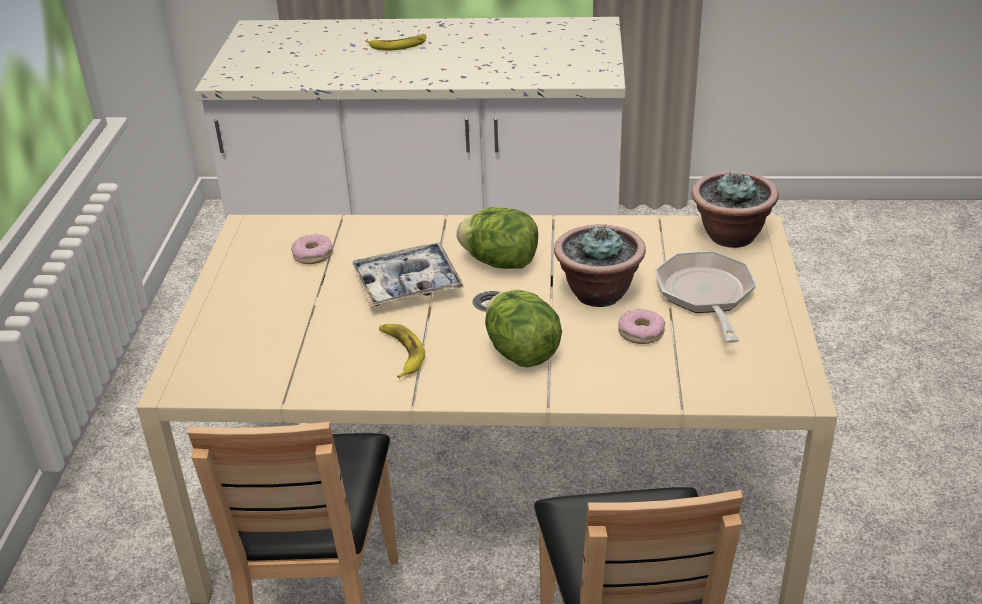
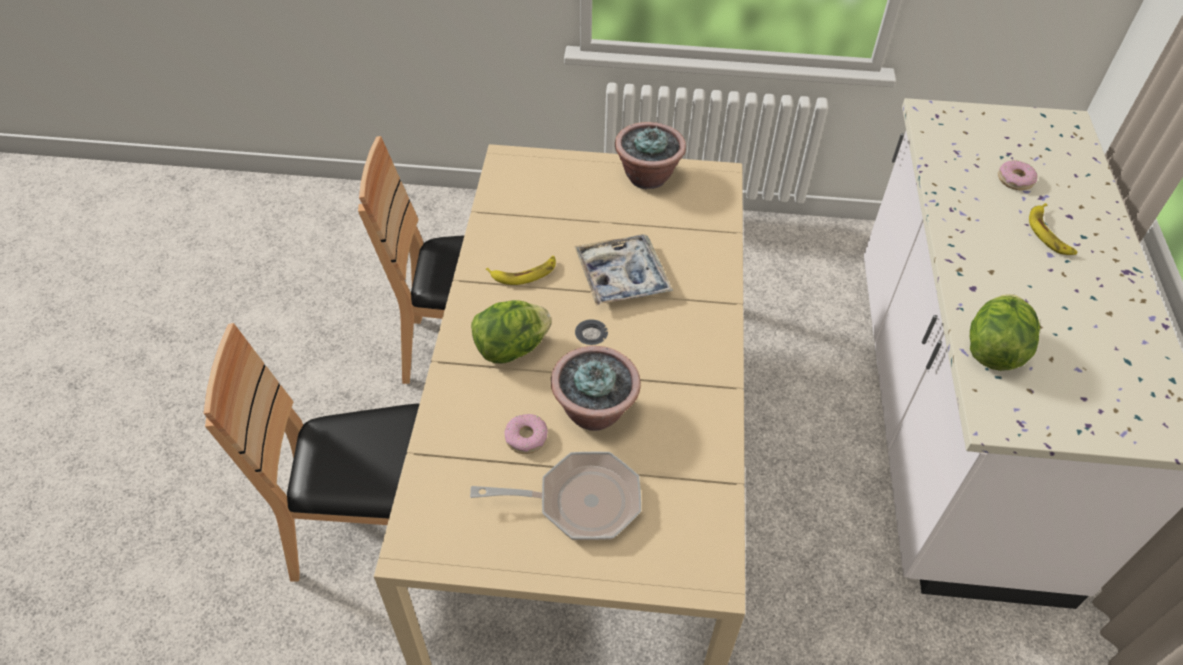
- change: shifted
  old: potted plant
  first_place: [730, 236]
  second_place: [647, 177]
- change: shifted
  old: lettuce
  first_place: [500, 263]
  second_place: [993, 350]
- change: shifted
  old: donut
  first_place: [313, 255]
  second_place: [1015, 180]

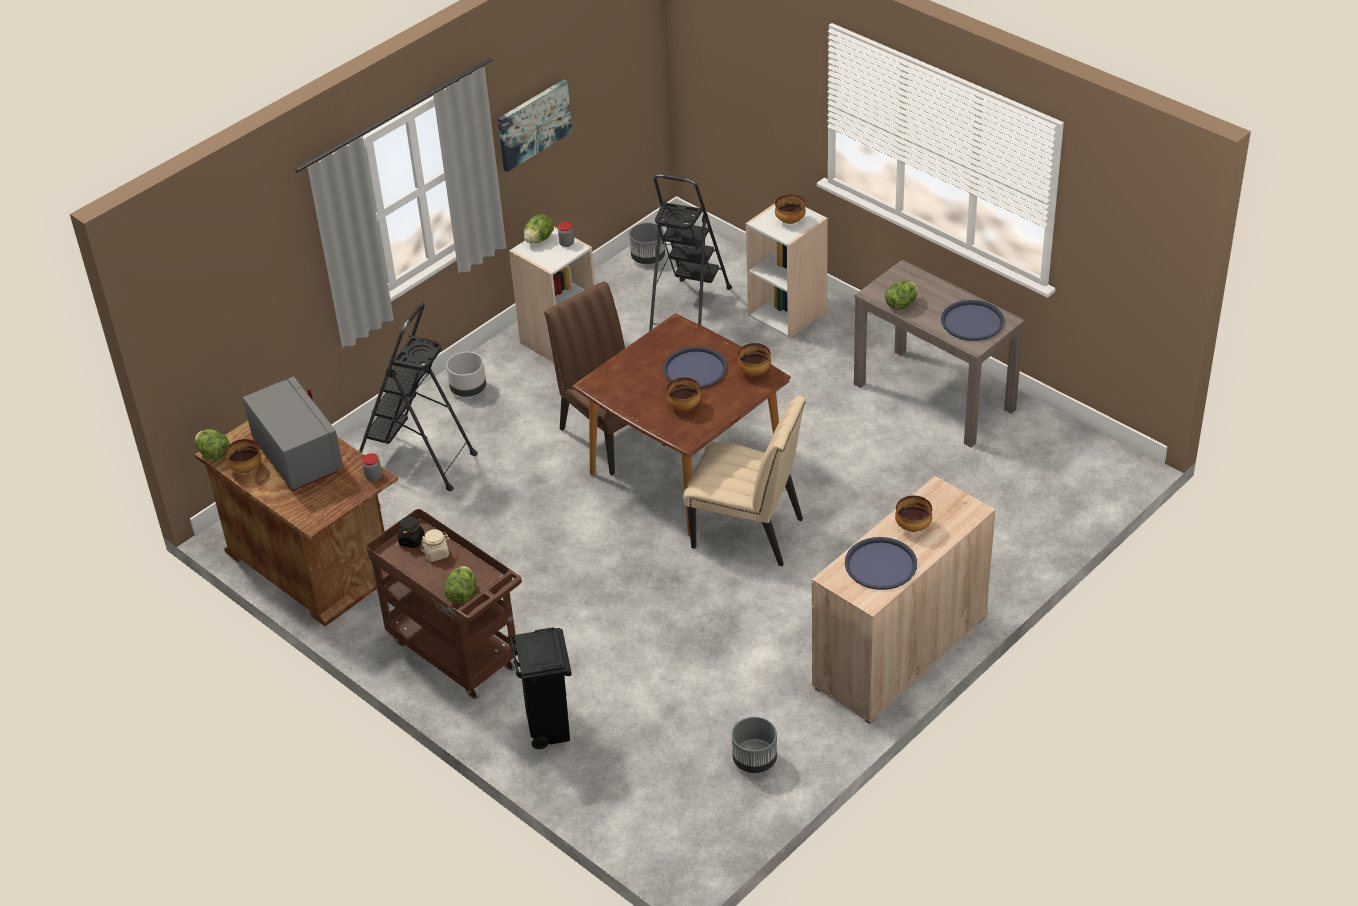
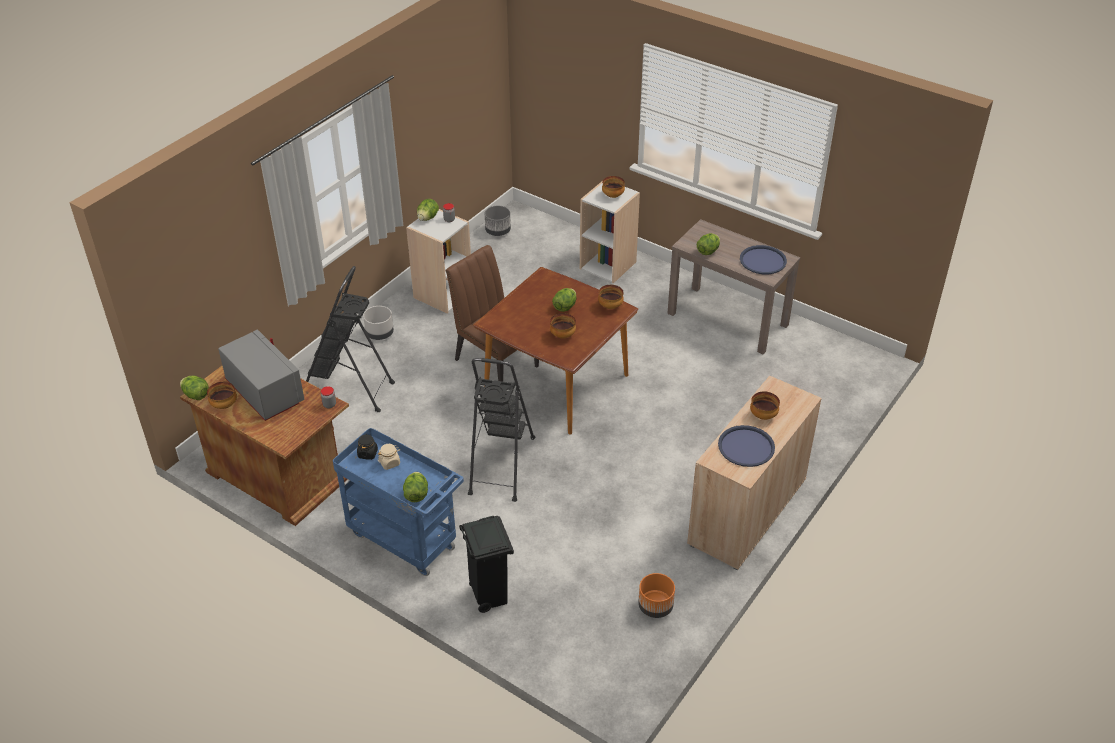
- change: repainted
  old: brown cart
  new: blue cart
  first_place: [458, 659]
  second_place: [406, 544]
- change: shifted
  old: step ladder
  first_place: [689, 313]
  second_place: [501, 465]
- change: swapped
  old: blue tray
  new: lettuce
  first_place: [695, 369]
  second_place: [565, 307]
- change: repainted
  old: grey planter
  new: orange planter
  first_place: [754, 760]
  second_place: [655, 607]
- change: gone
  old: picture
  first_place: [533, 124]
- change: gone
  old: beige chair
  first_place: [746, 533]

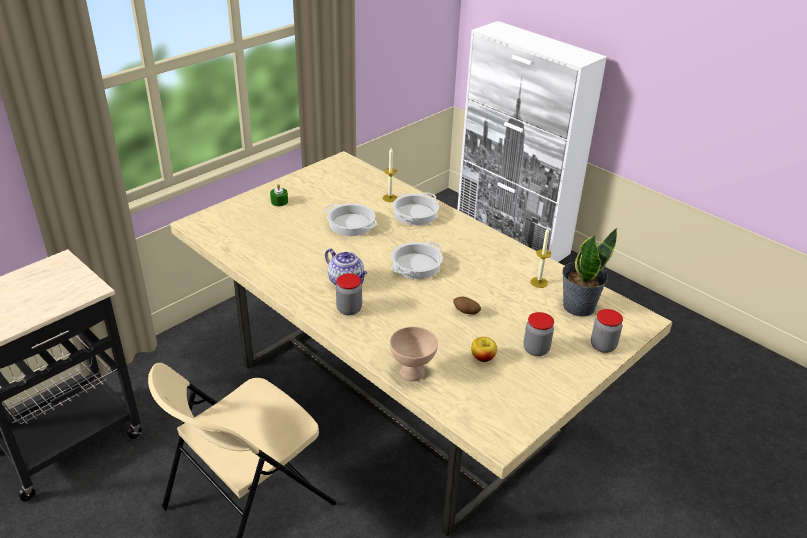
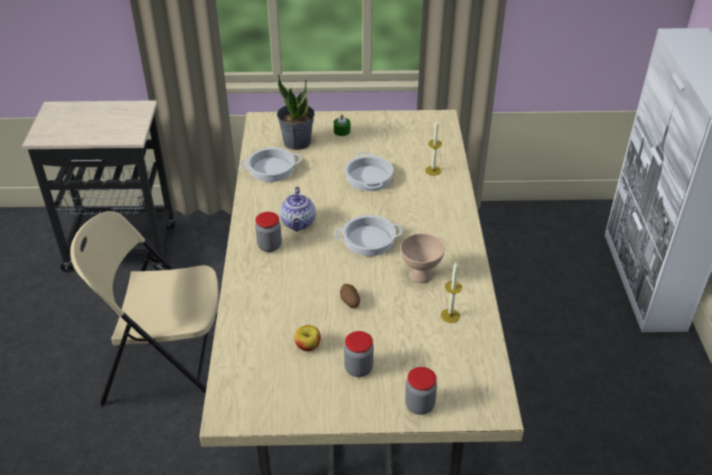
- change: shifted
  old: cooking pot
  first_place: [415, 214]
  second_place: [271, 169]
- change: shifted
  old: potted plant
  first_place: [578, 306]
  second_place: [297, 142]
- change: shifted
  old: beige bowl
  first_place: [411, 373]
  second_place: [419, 275]

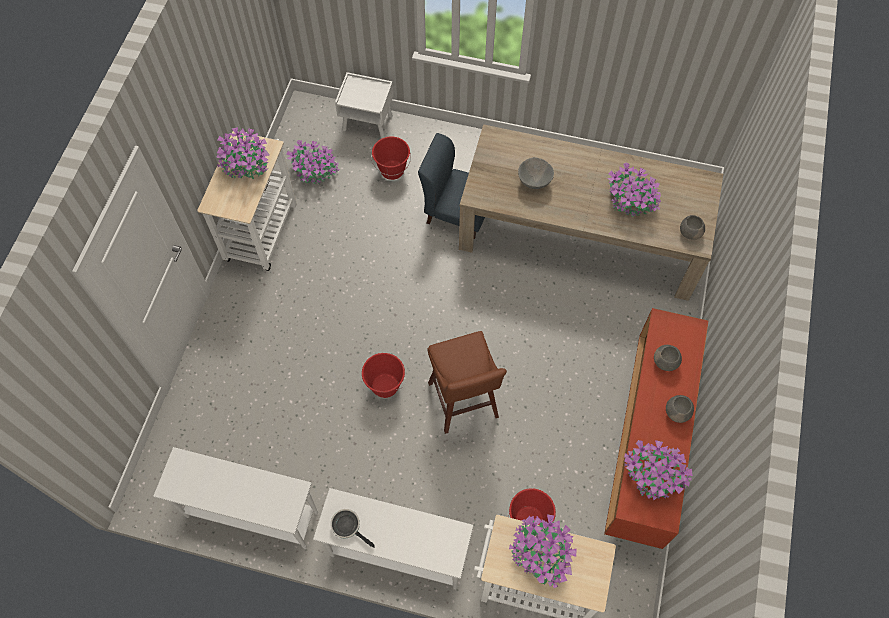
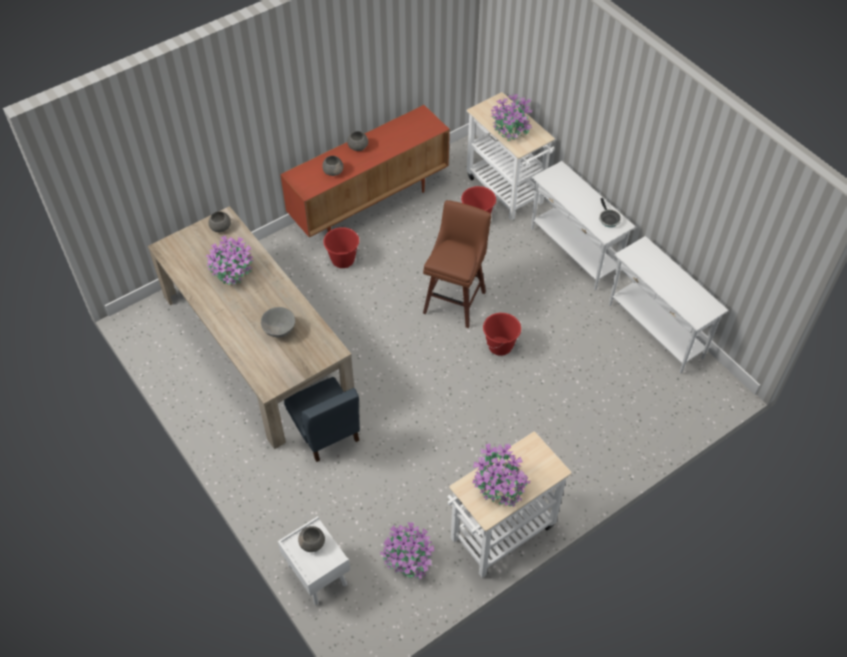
- change: new
  new: grey bowl
  second_place: [312, 543]
- change: shifted
  old: red bucket
  first_place: [392, 170]
  second_place: [343, 260]
- change: gone
  old: potted plant
  first_place: [653, 475]

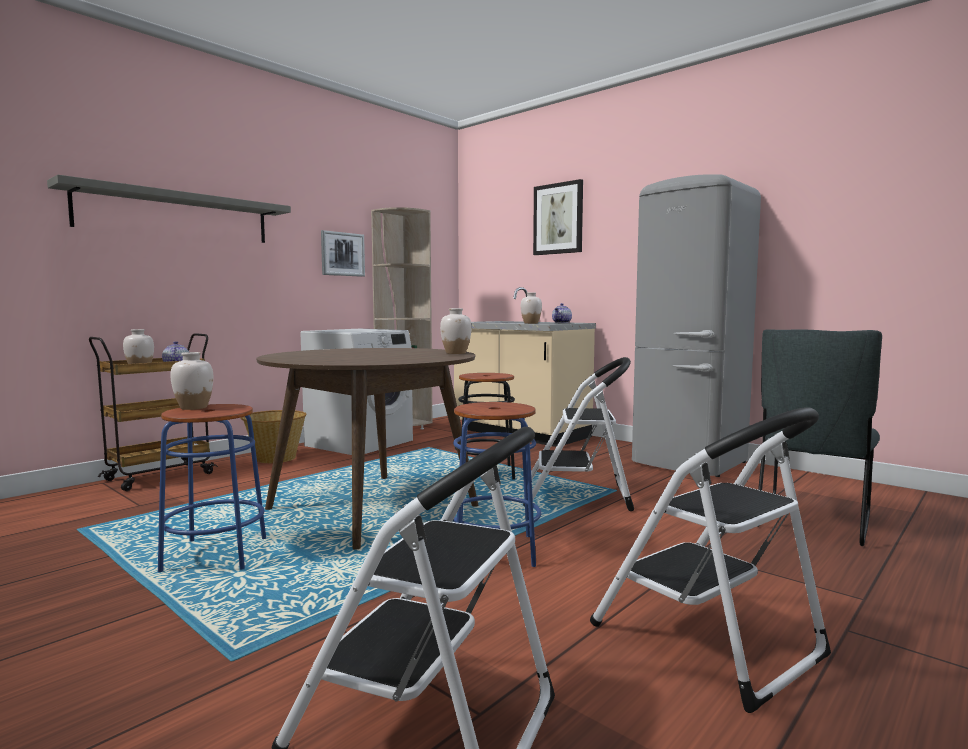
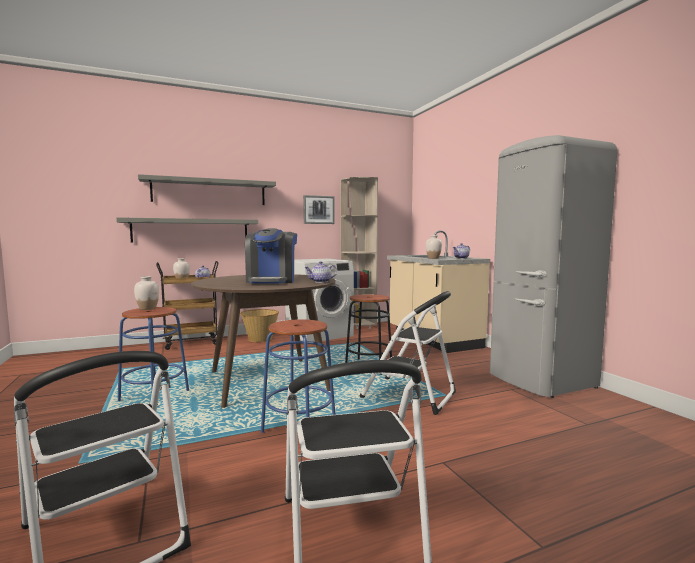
- change: new
  new: grey shelf
  second_place: [191, 230]
- change: new
  new: coffee machine
  second_place: [271, 281]
- change: swapped
  old: white vase
  new: teapot
  first_place: [456, 353]
  second_place: [321, 282]
- change: gone
  old: picture
  first_place: [558, 219]
- change: gone
  old: grey chair
  first_place: [812, 522]

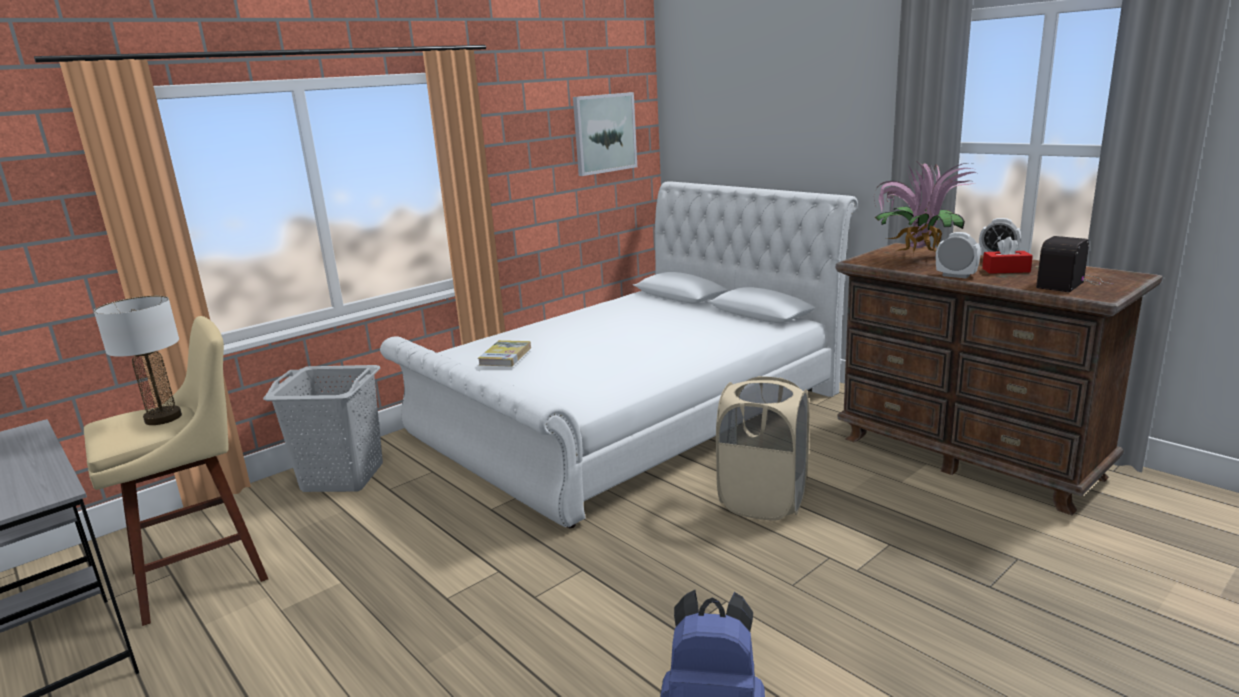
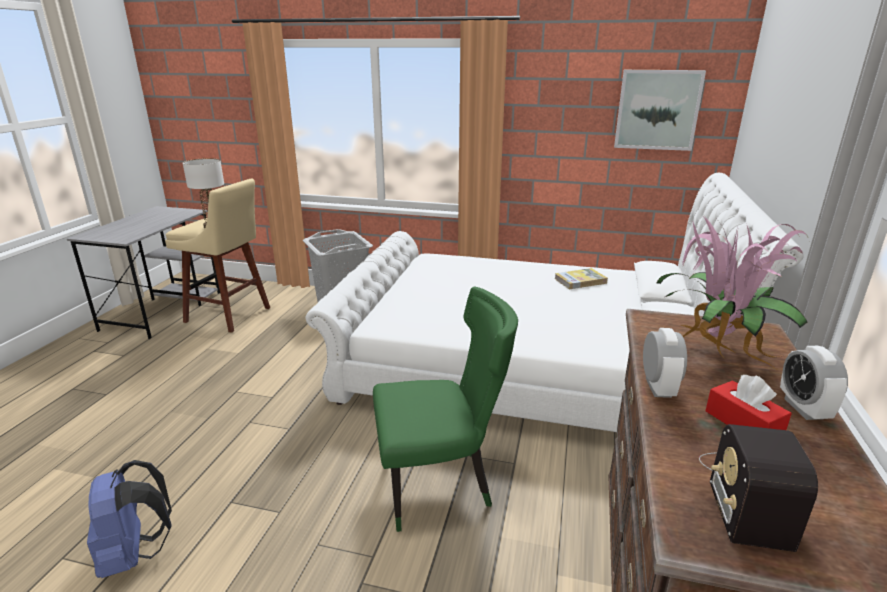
- change: swapped
  old: beige laundry basket
  new: green chair
  first_place: [763, 501]
  second_place: [441, 484]
- change: shifted
  old: book
  first_place: [505, 356]
  second_place: [580, 281]
- change: rotated
  old: radio
  first_place: [1069, 282]
  second_place: [747, 493]
  degrees: -90

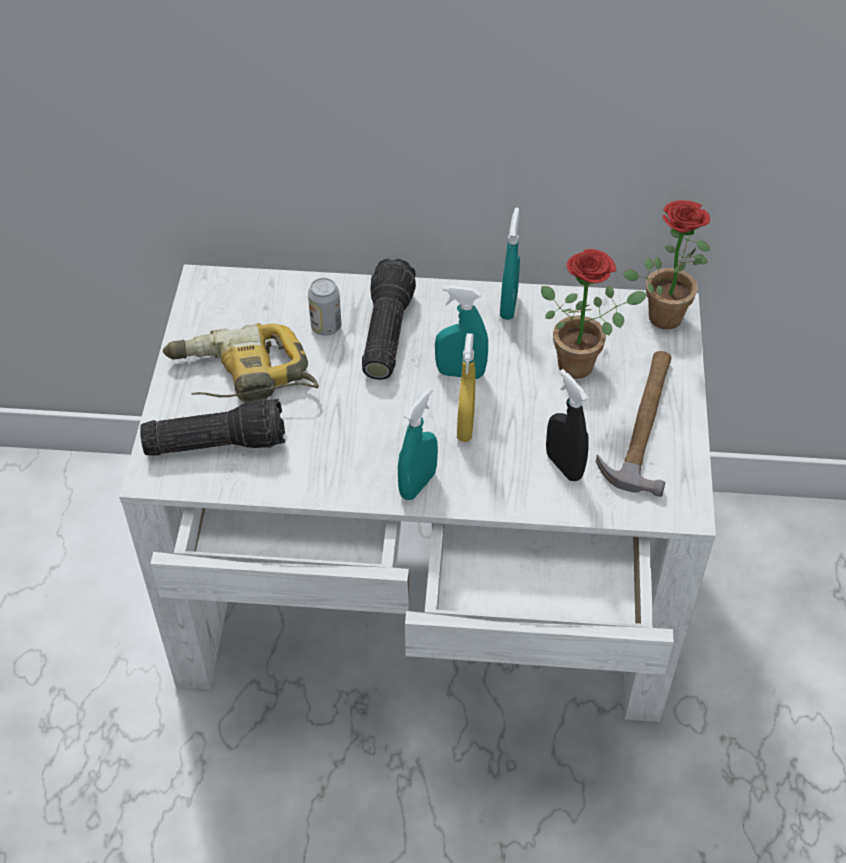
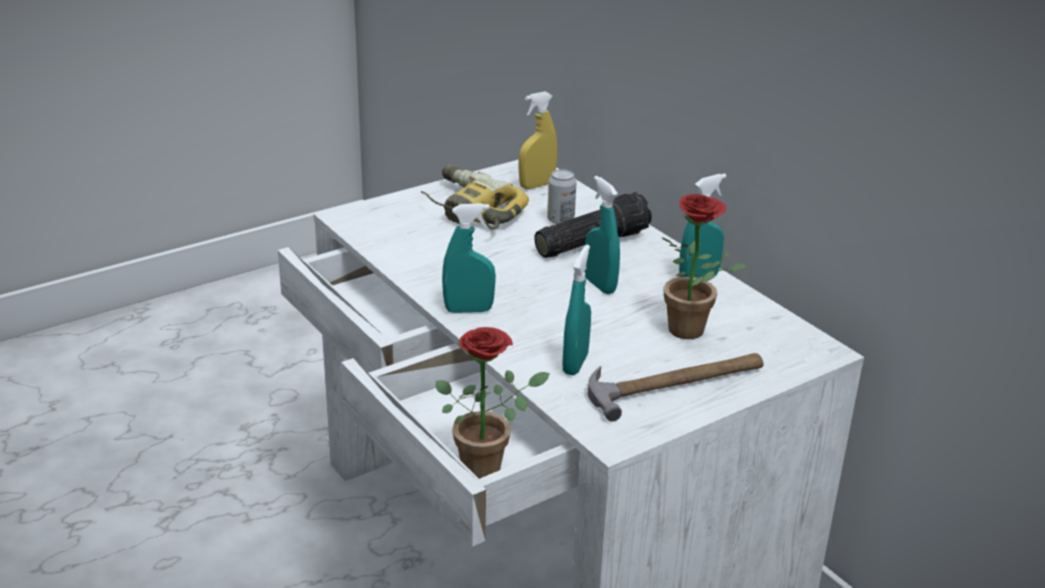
- change: shifted
  old: potted plant
  first_place: [665, 311]
  second_place: [489, 466]
- change: shifted
  old: yellow spray bottle
  first_place: [465, 426]
  second_place: [536, 185]
- change: repainted
  old: black spray bottle
  new: turquoise spray bottle
  first_place: [564, 466]
  second_place: [575, 364]
- change: gone
  old: flashlight
  first_place: [217, 441]

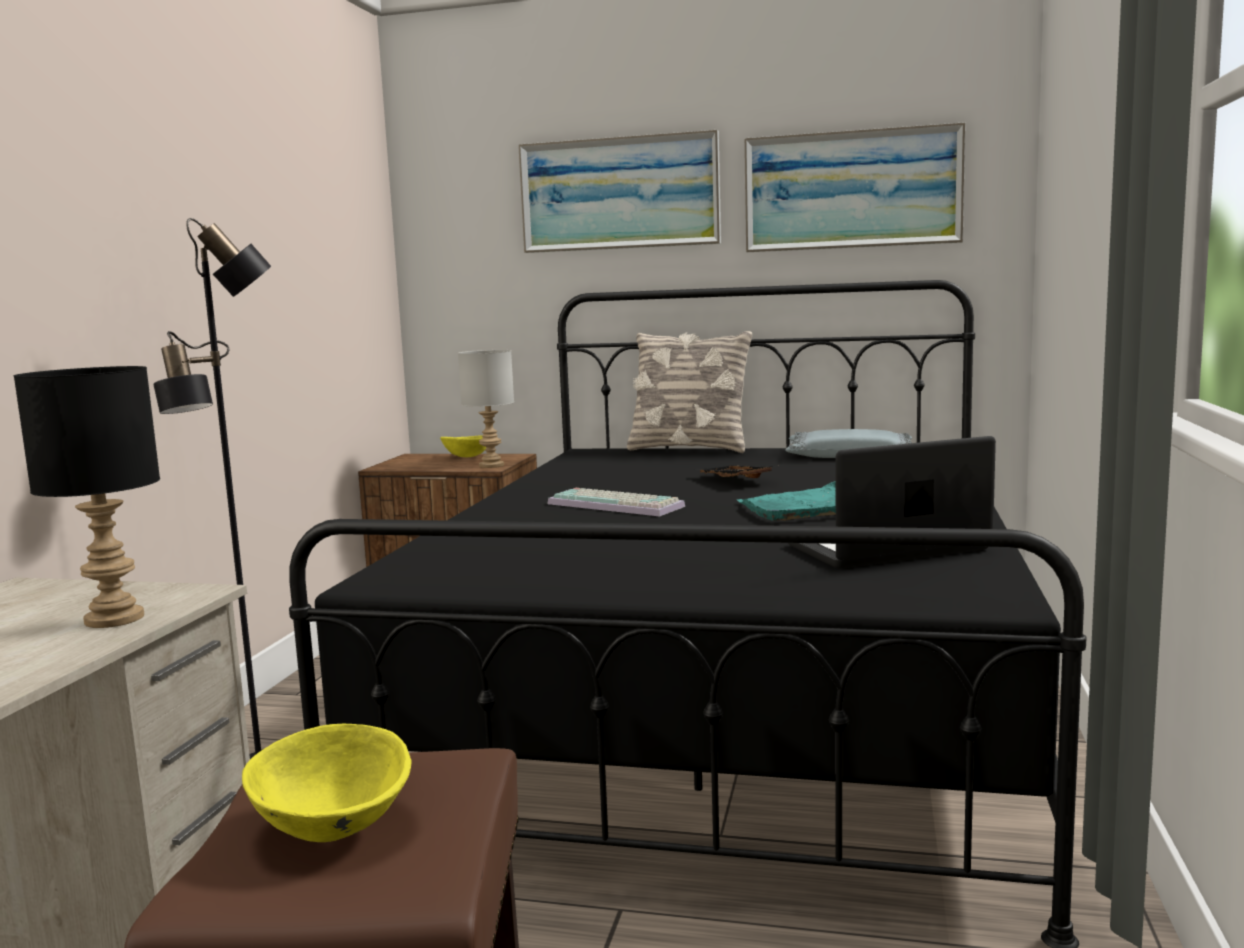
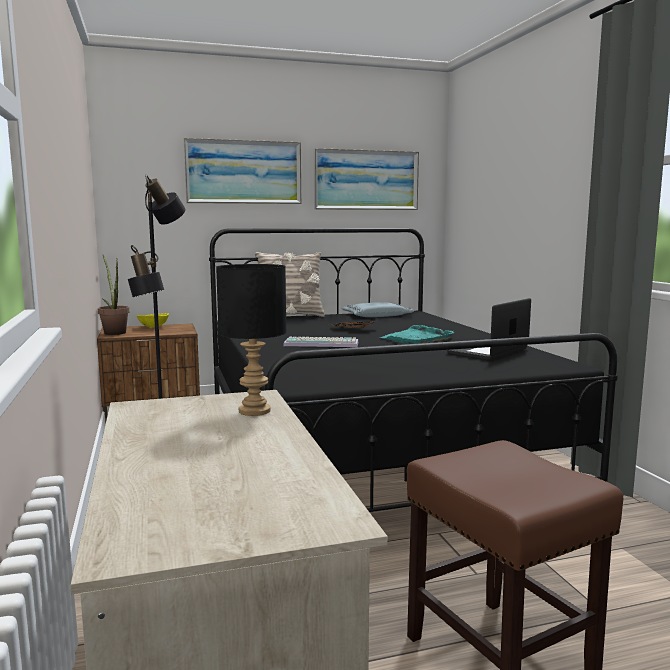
- change: new
  new: potted plant
  second_place: [114, 332]
- change: gone
  old: yellow bowl
  first_place: [333, 826]
- change: gone
  old: grey table lamp
  first_place: [492, 465]

